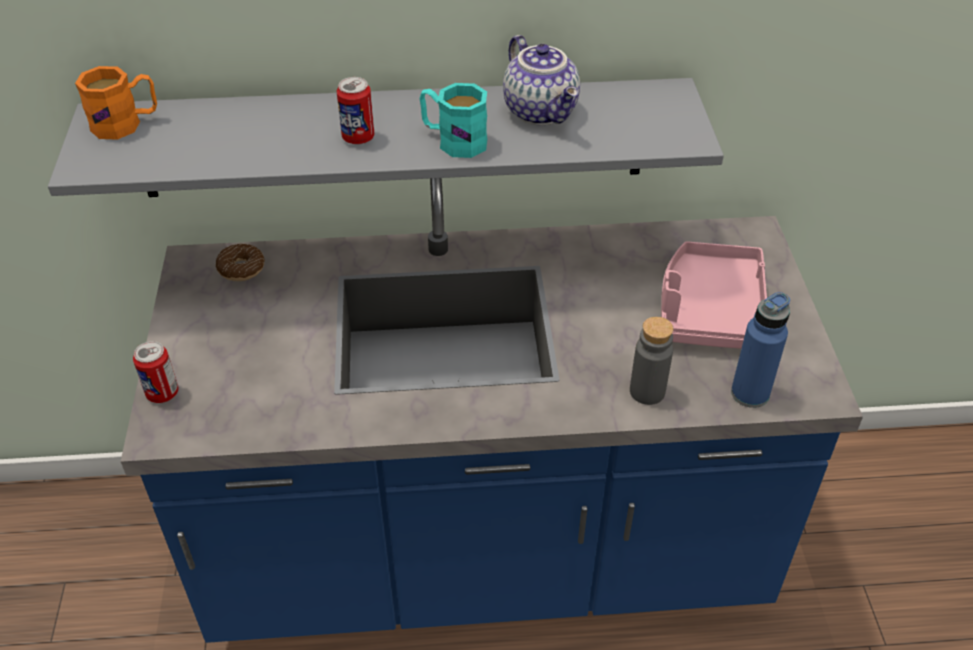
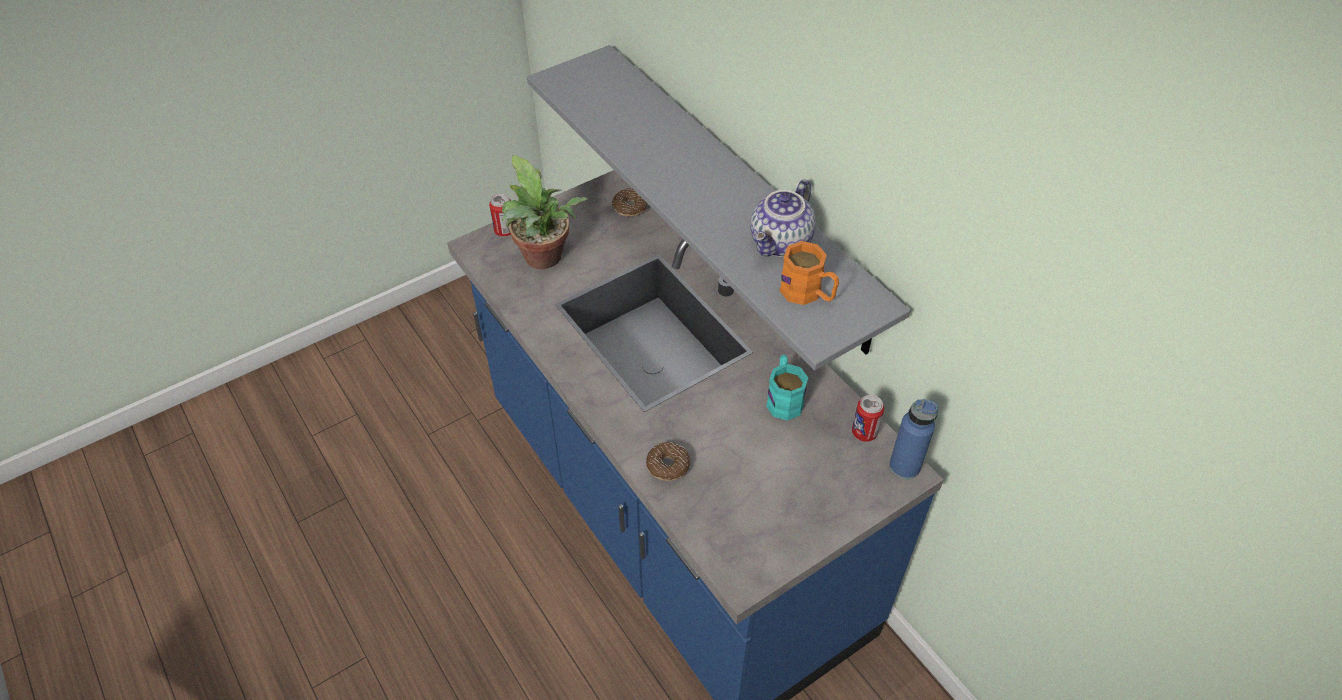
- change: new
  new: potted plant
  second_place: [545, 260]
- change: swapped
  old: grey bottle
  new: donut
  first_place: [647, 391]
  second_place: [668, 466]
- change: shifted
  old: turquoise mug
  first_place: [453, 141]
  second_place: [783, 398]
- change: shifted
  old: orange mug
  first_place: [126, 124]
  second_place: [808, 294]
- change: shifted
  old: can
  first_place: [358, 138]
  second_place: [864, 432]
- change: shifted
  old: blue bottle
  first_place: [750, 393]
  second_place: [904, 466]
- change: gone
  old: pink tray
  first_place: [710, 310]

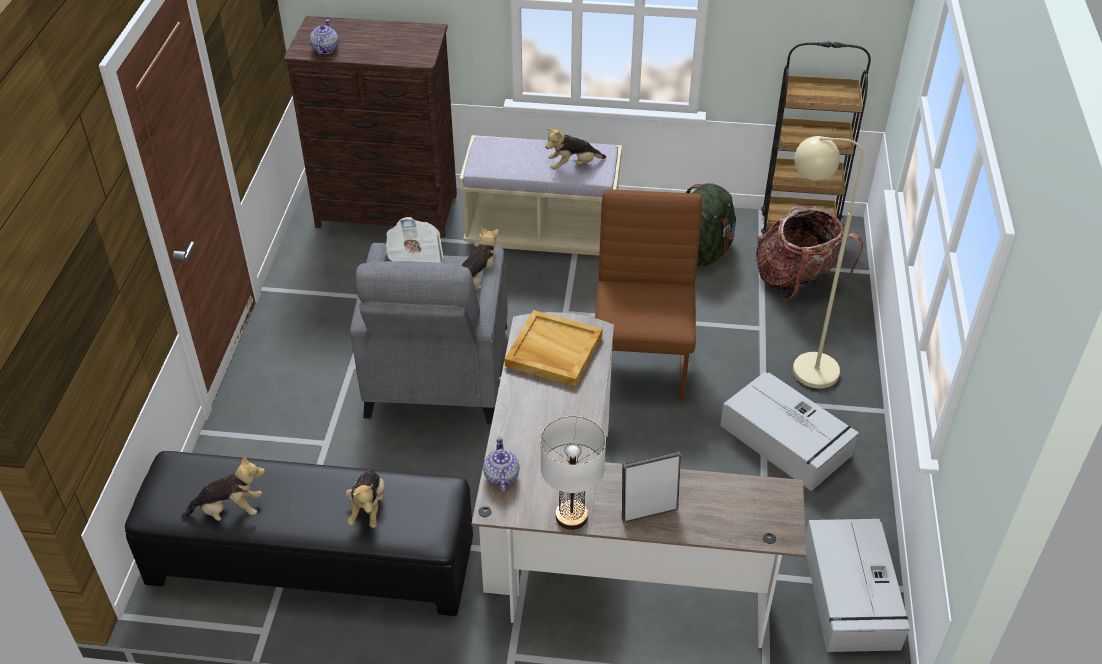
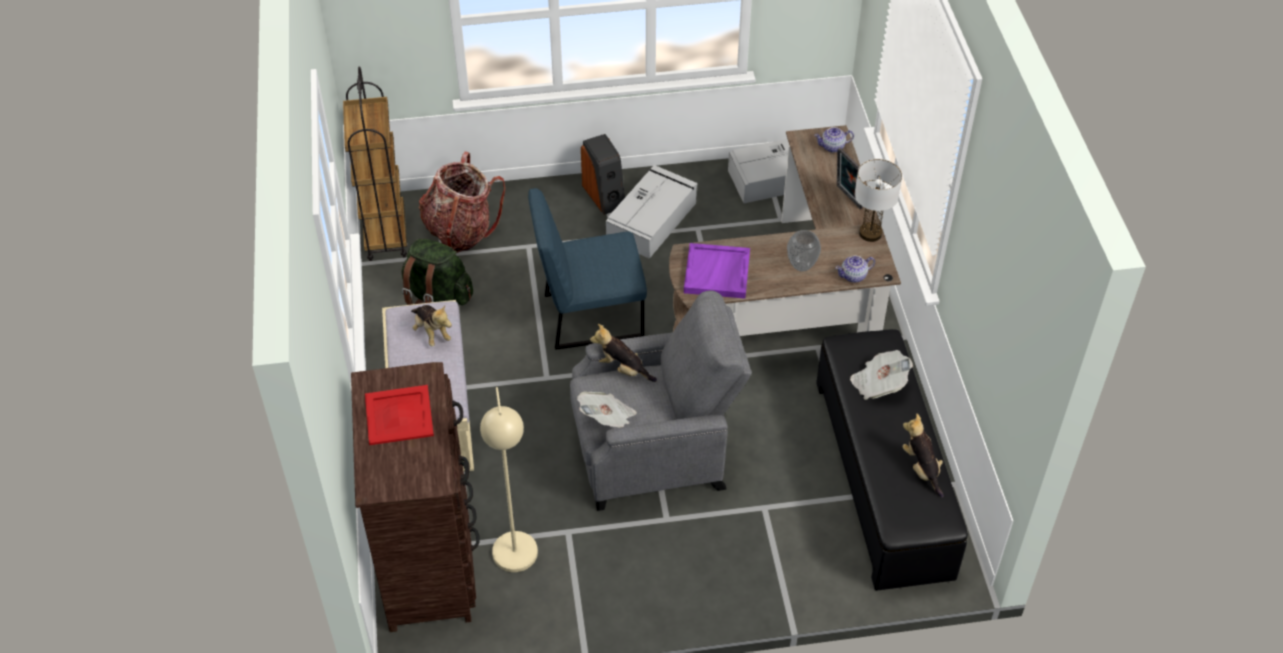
- change: new
  new: red tray
  second_place: [398, 416]
- change: shifted
  old: beige floor lamp
  first_place: [800, 371]
  second_place: [517, 565]
- change: repainted
  old: brown chair
  new: blue chair
  first_place: [642, 359]
  second_place: [590, 315]
- change: new
  new: speaker
  second_place: [604, 195]
- change: repainted
  old: beige tray
  new: purple tray
  first_place: [553, 351]
  second_place: [717, 273]
- change: new
  new: vase
  second_place: [801, 266]
- change: shifted
  old: teapot
  first_place: [325, 49]
  second_place: [833, 147]
- change: swapped
  old: plush toy
  new: newspaper
  first_place: [368, 507]
  second_place: [878, 384]

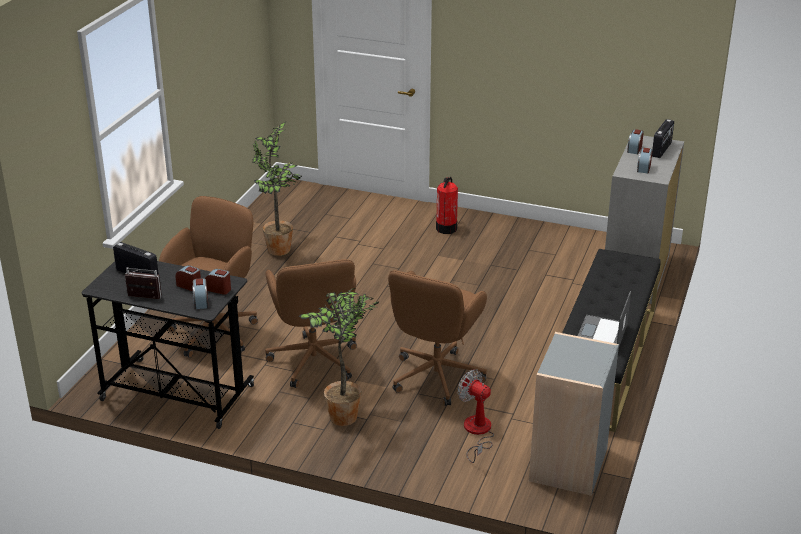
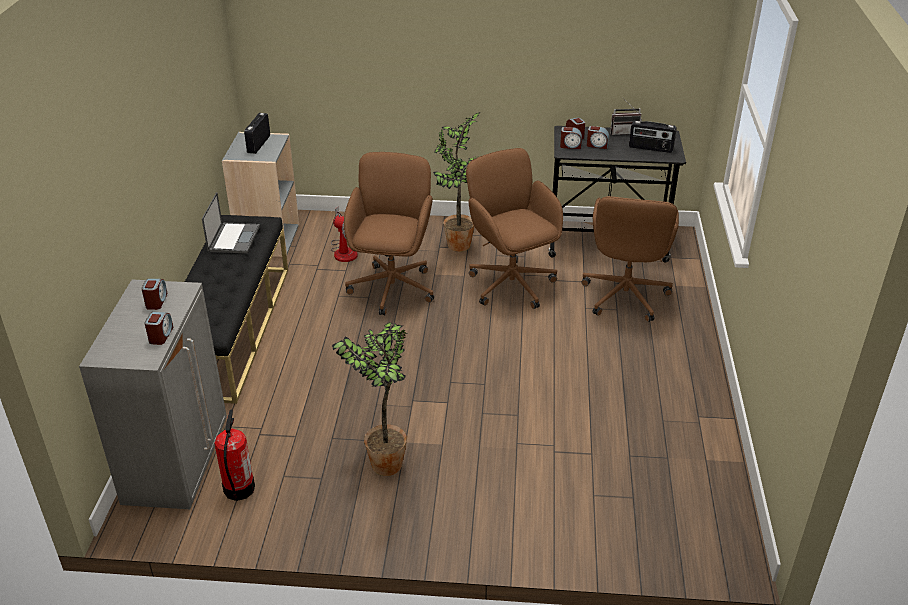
- change: shifted
  old: fire extinguisher
  first_place: [446, 228]
  second_place: [238, 489]
- change: shifted
  old: radio
  first_place: [662, 149]
  second_place: [258, 144]
- change: shifted
  old: potted plant
  first_place: [280, 252]
  second_place: [384, 461]

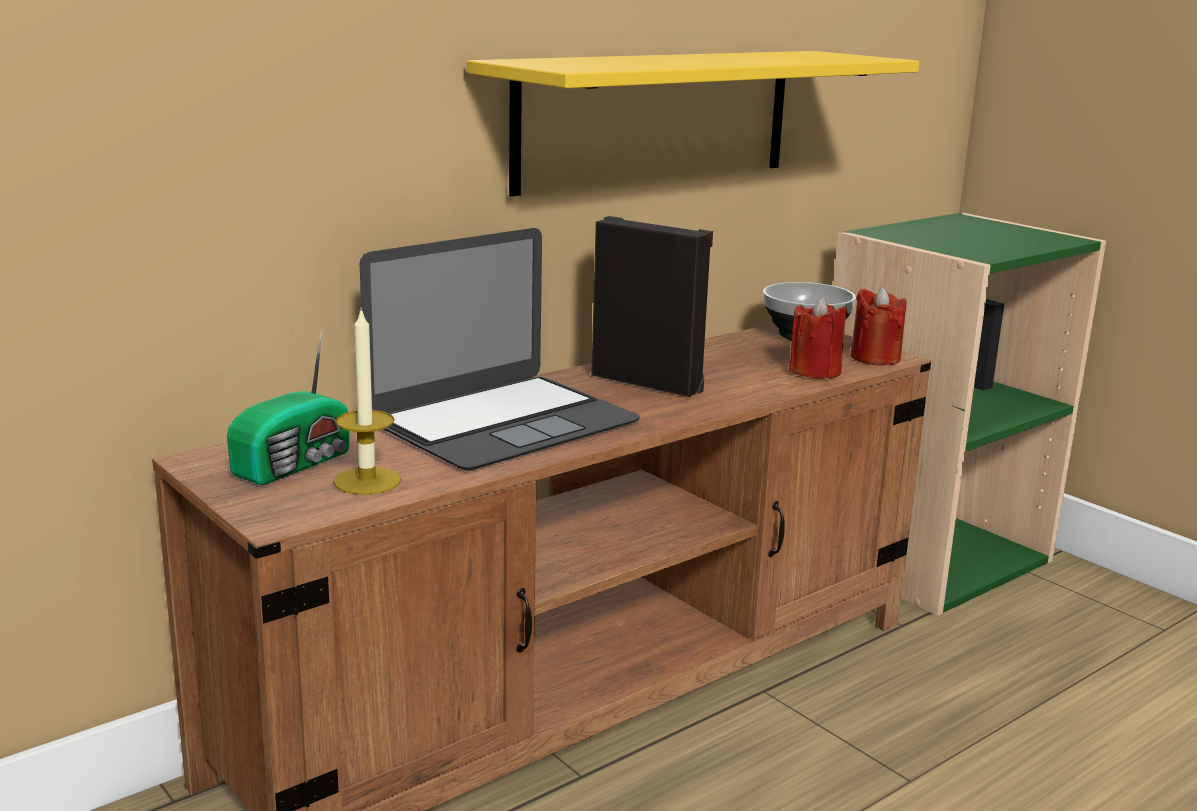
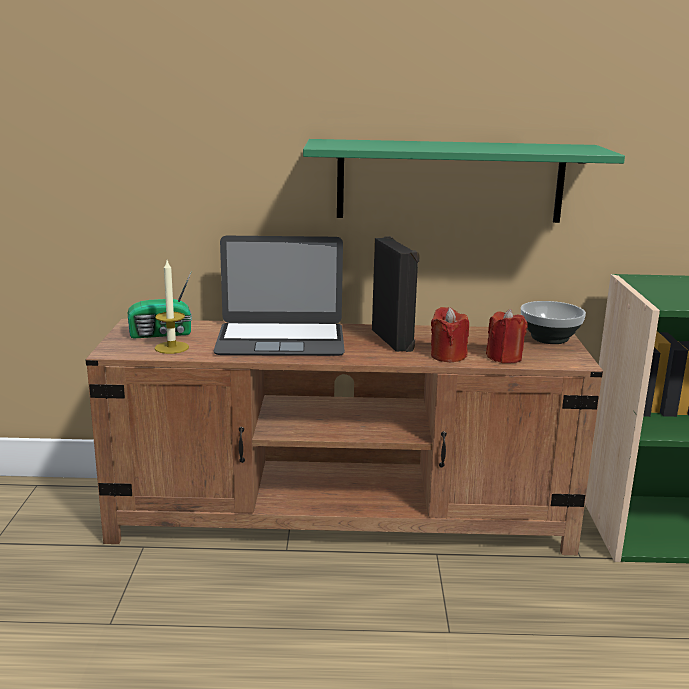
- change: repainted
  old: yellow shelf
  new: green shelf
  first_place: [656, 118]
  second_place: [450, 181]
- change: shifted
  old: red candle
  first_place: [875, 358]
  second_place: [448, 356]

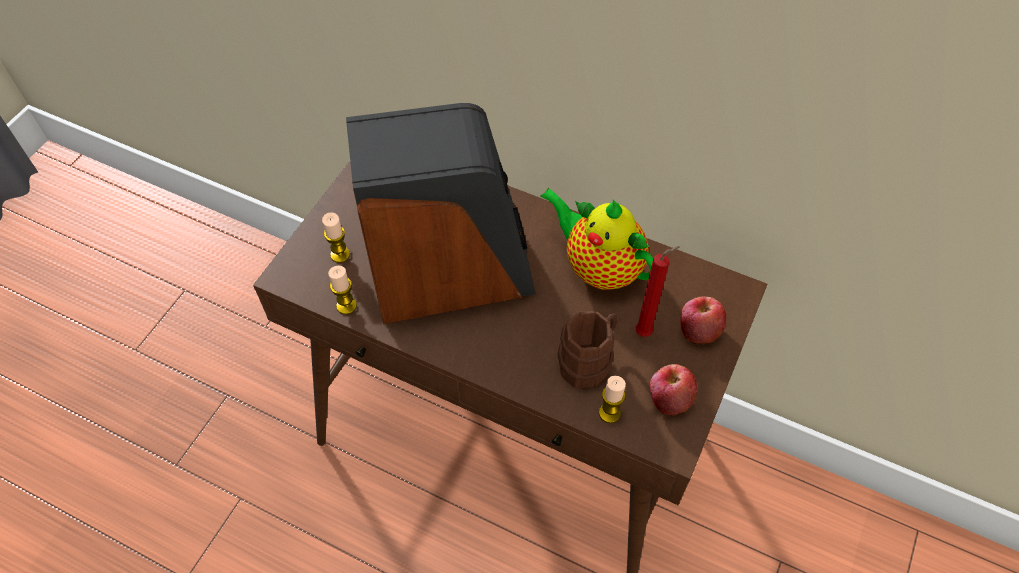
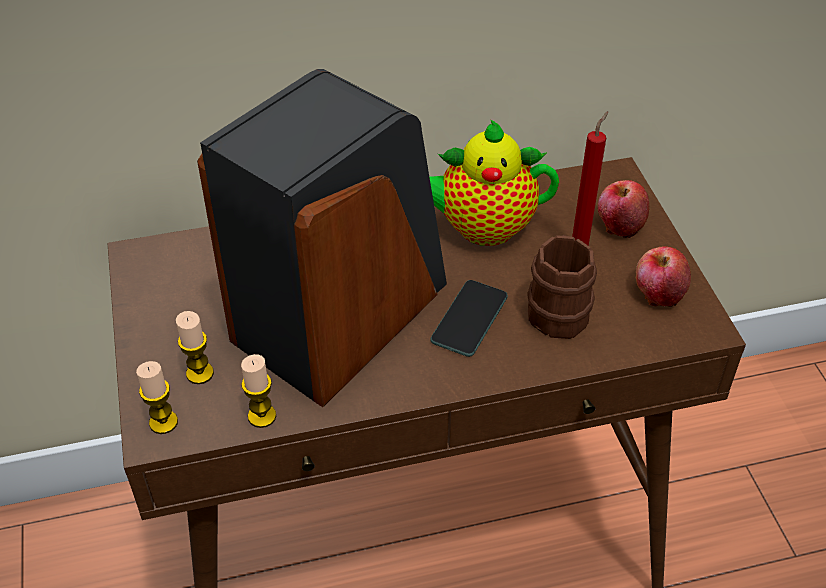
- change: shifted
  old: candle
  first_place: [609, 413]
  second_place: [163, 422]
- change: new
  new: phone
  second_place: [469, 319]

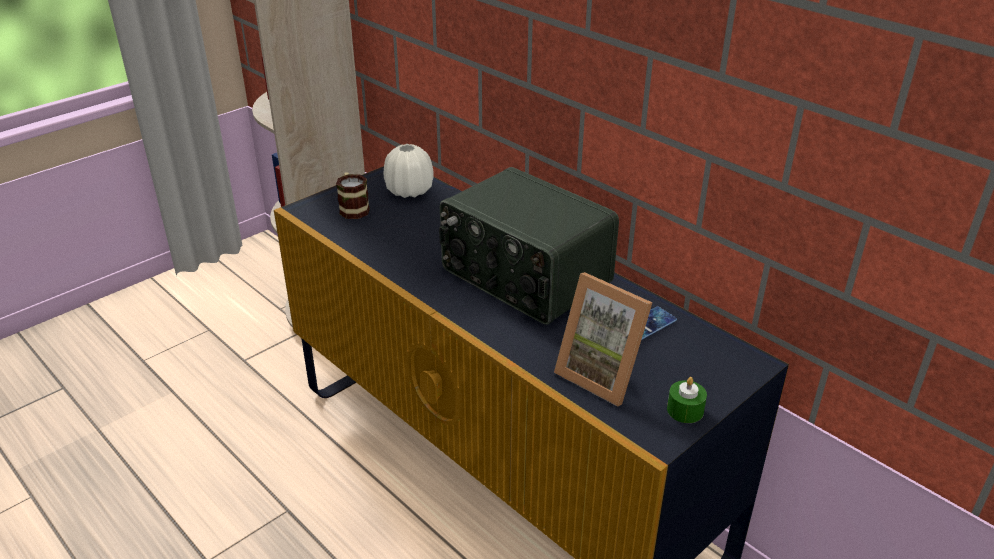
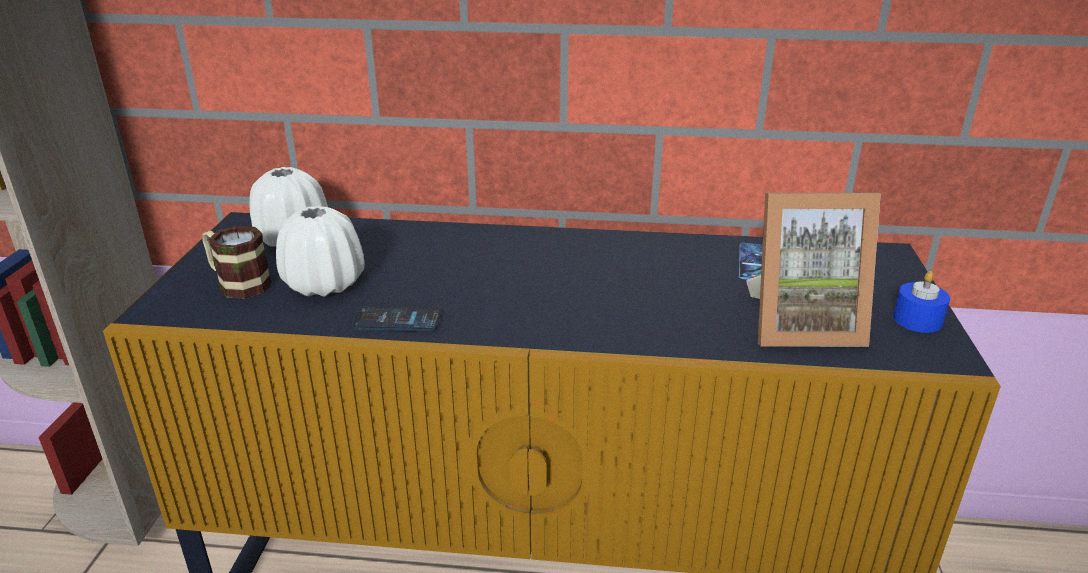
- change: new
  new: white vase
  second_place: [325, 284]
- change: new
  new: phone
  second_place: [397, 321]
- change: repainted
  old: green candle
  new: blue candle
  first_place: [685, 410]
  second_place: [917, 320]
- change: gone
  old: radio
  first_place: [524, 277]

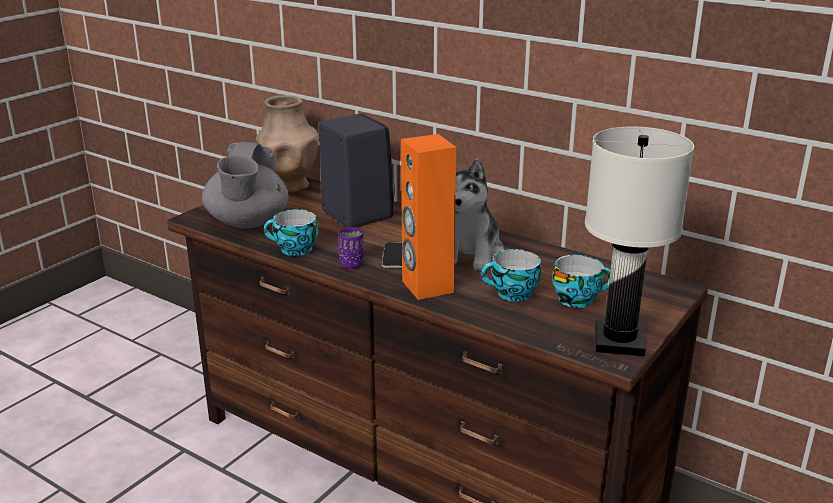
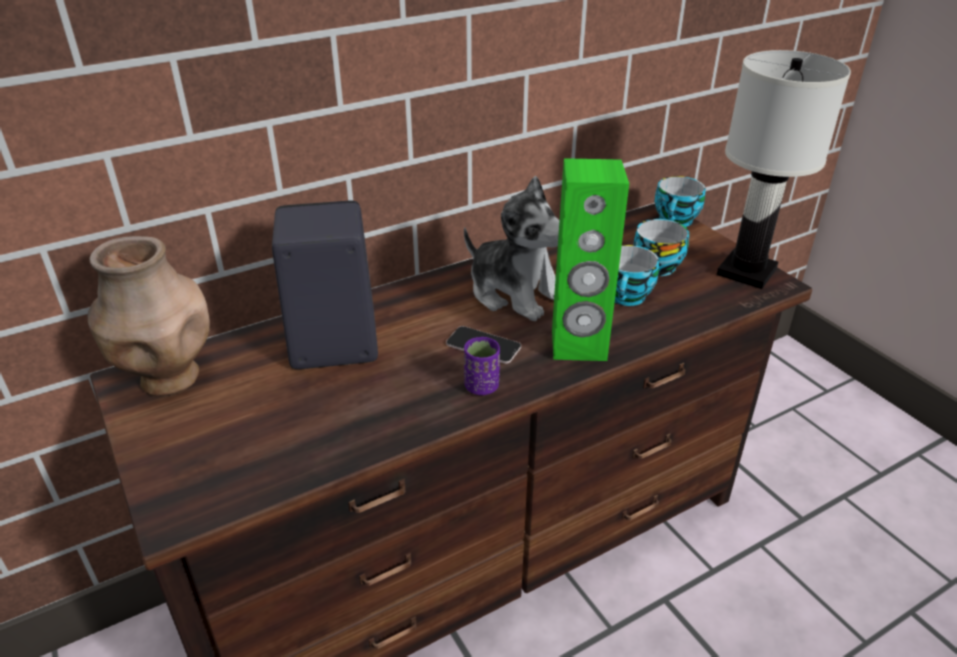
- change: repainted
  old: orange speaker
  new: green speaker
  first_place: [426, 287]
  second_place: [578, 346]
- change: shifted
  old: cup
  first_place: [294, 250]
  second_place: [676, 221]
- change: gone
  old: grey teapot
  first_place: [247, 223]

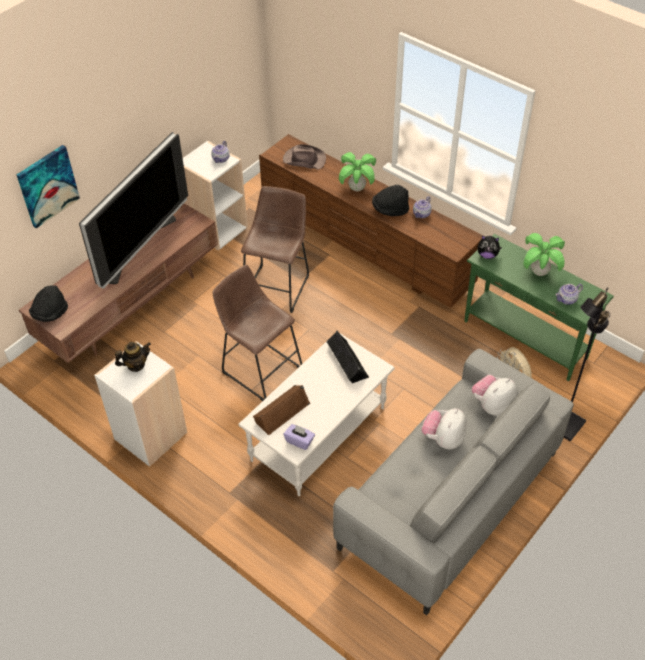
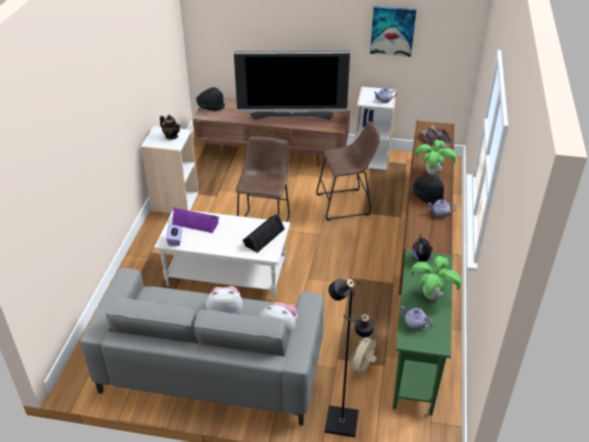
- change: repainted
  old: brown speaker
  new: purple speaker
  first_place: [281, 411]
  second_place: [196, 222]
- change: shifted
  old: picture
  first_place: [47, 186]
  second_place: [392, 31]

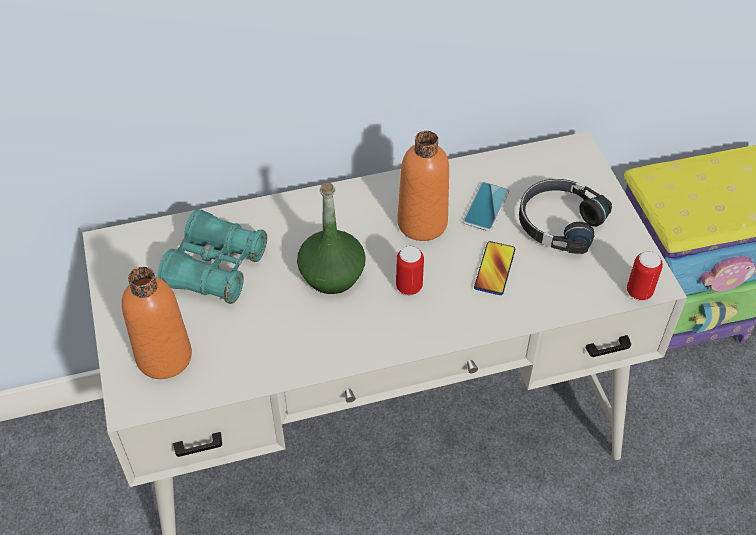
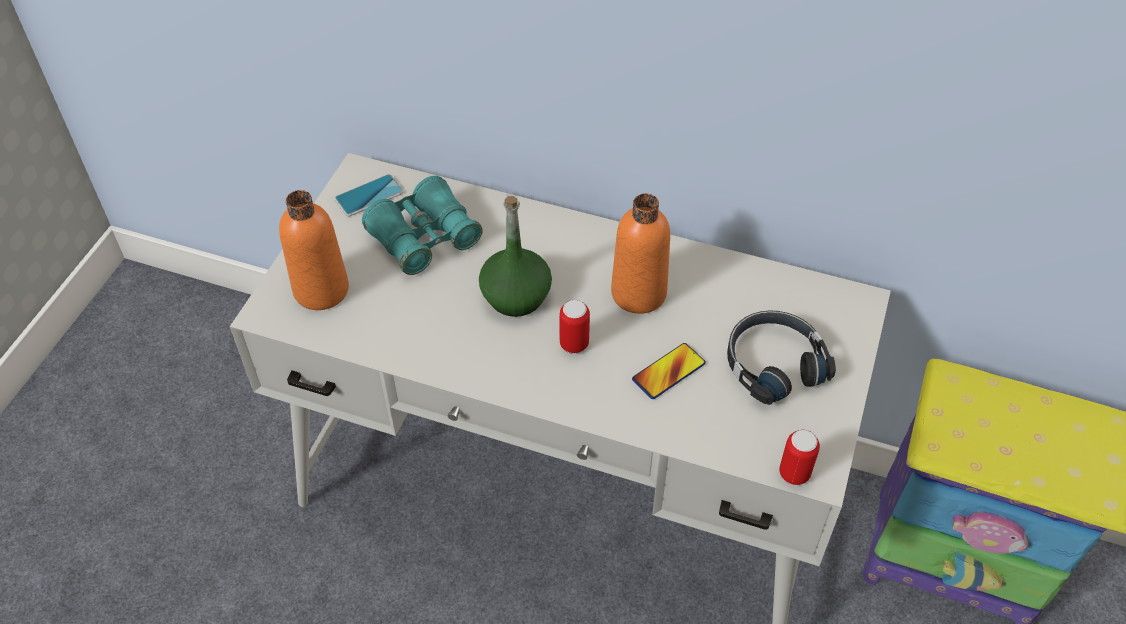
- change: shifted
  old: phone
  first_place: [486, 207]
  second_place: [369, 196]

